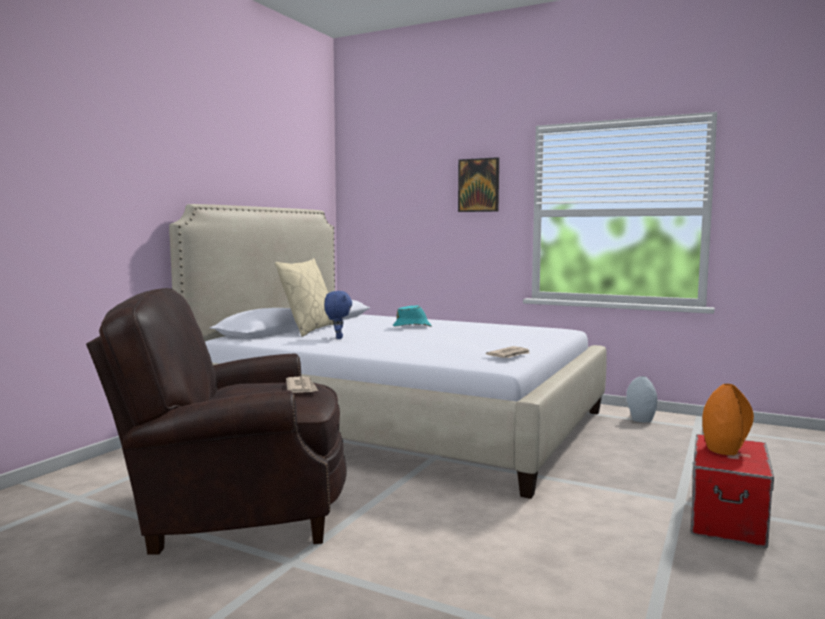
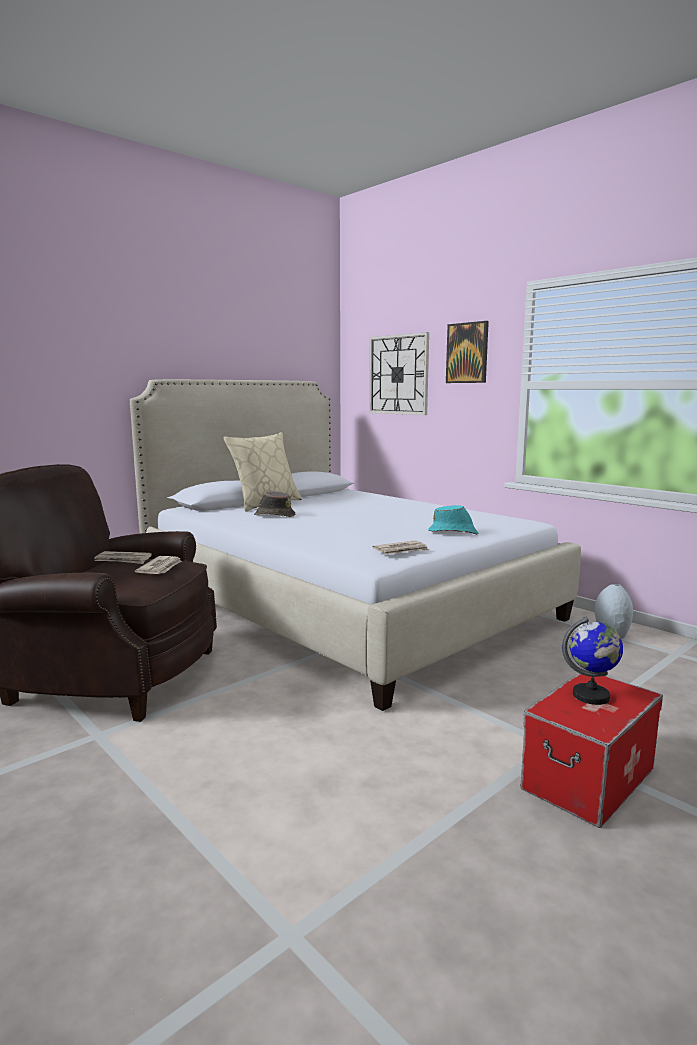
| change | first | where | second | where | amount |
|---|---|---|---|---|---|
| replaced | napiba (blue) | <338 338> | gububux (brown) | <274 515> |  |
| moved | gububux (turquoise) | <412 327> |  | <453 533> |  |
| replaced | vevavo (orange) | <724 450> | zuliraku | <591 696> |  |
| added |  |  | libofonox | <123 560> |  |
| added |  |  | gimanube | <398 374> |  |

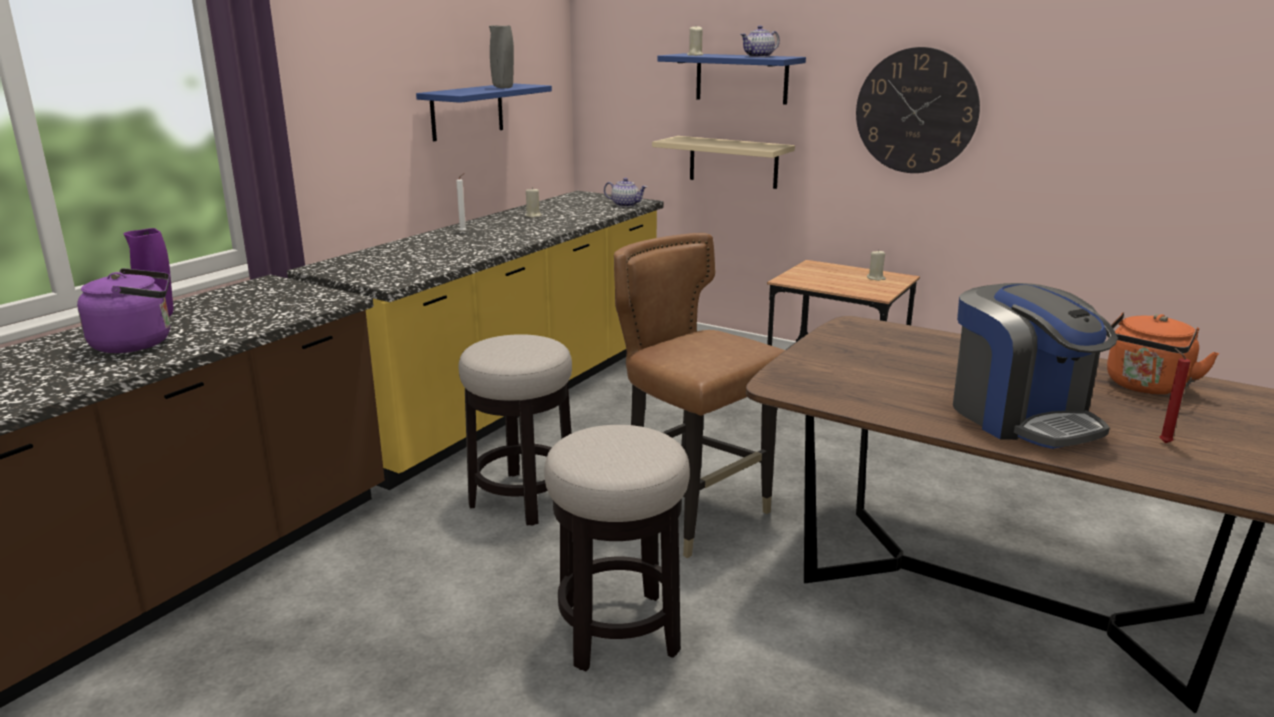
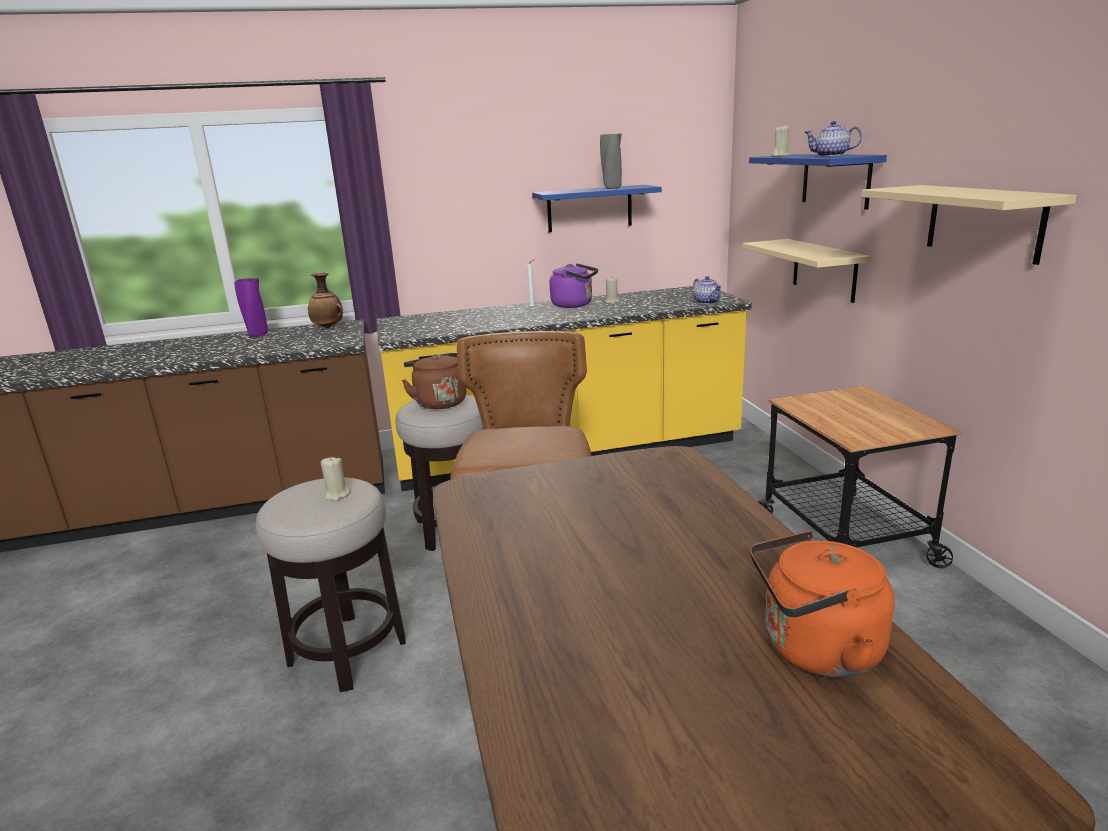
| change | first | where | second | where | amount |
|---|---|---|---|---|---|
| moved | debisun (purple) | <138 343> |  | <574 305> |  |
| replaced | gimanube | <916 111> | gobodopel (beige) | <984 222> |  |
| moved | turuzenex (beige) | <876 278> |  | <337 495> |  |
| removed | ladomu | <1021 417> |  |  |  |
| removed | turuzenex (red) | <1162 442> |  |  |  |
| added |  |  | vevavo | <328 327> |  |
| added |  |  | debisun (brown) | <439 402> |  |

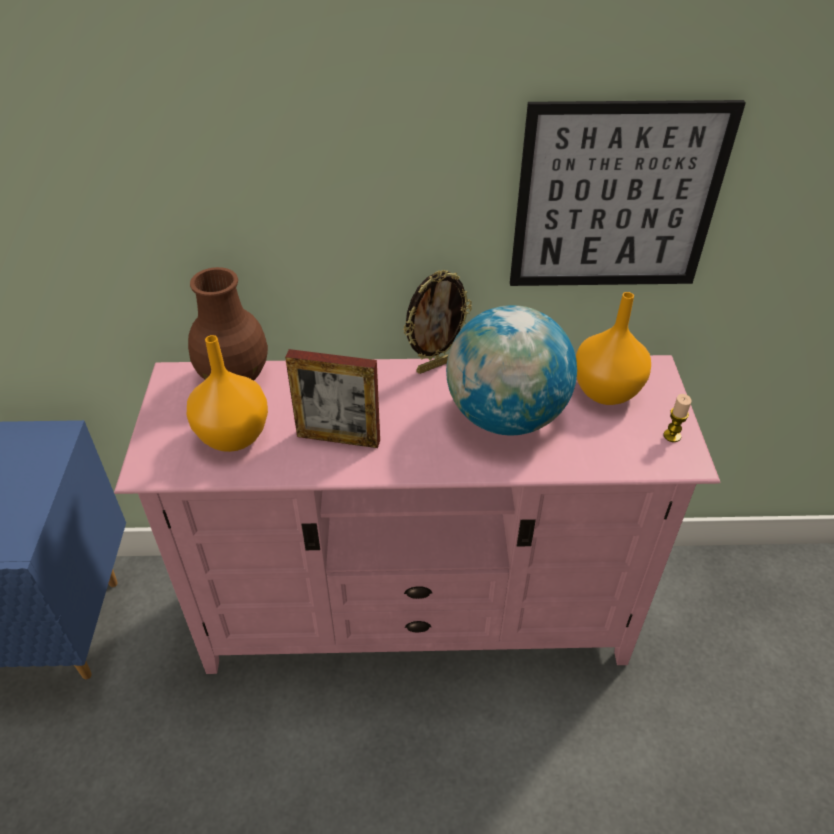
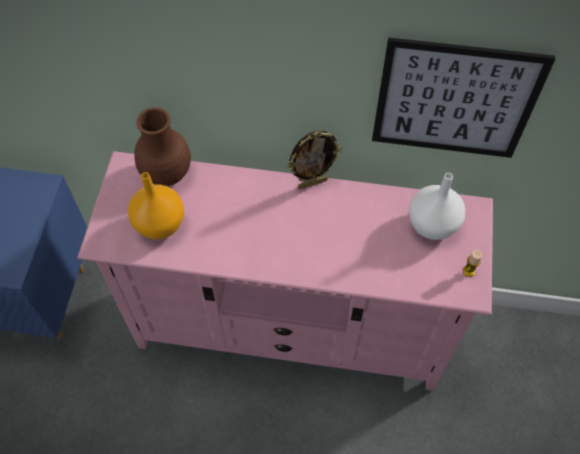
| change | first | where | second | where | amount |
|---|---|---|---|---|---|
| removed | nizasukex | <338 438> |  |  |  |
| removed | zuliraku | <505 416> |  |  |  |
| recoloured | vevavo (orange) | <607 392> | vevavo (white) | <433 226> |  |

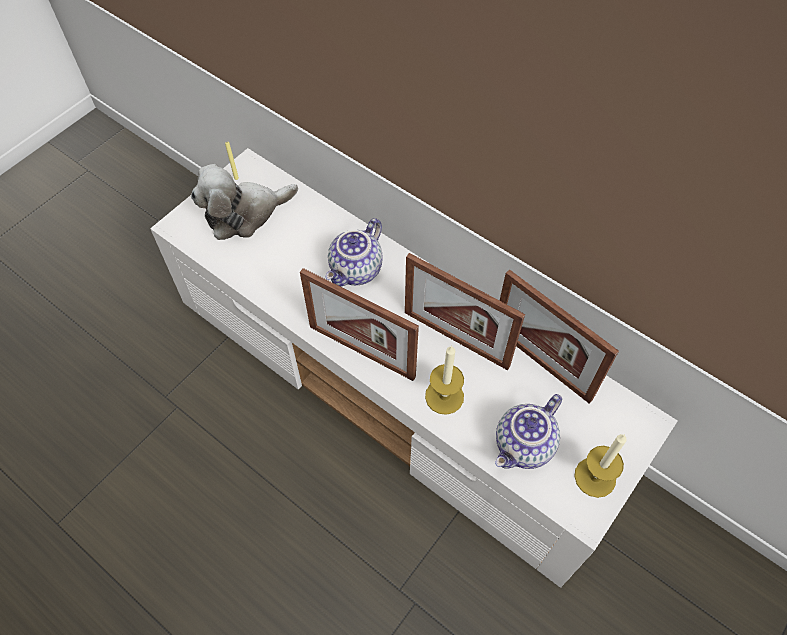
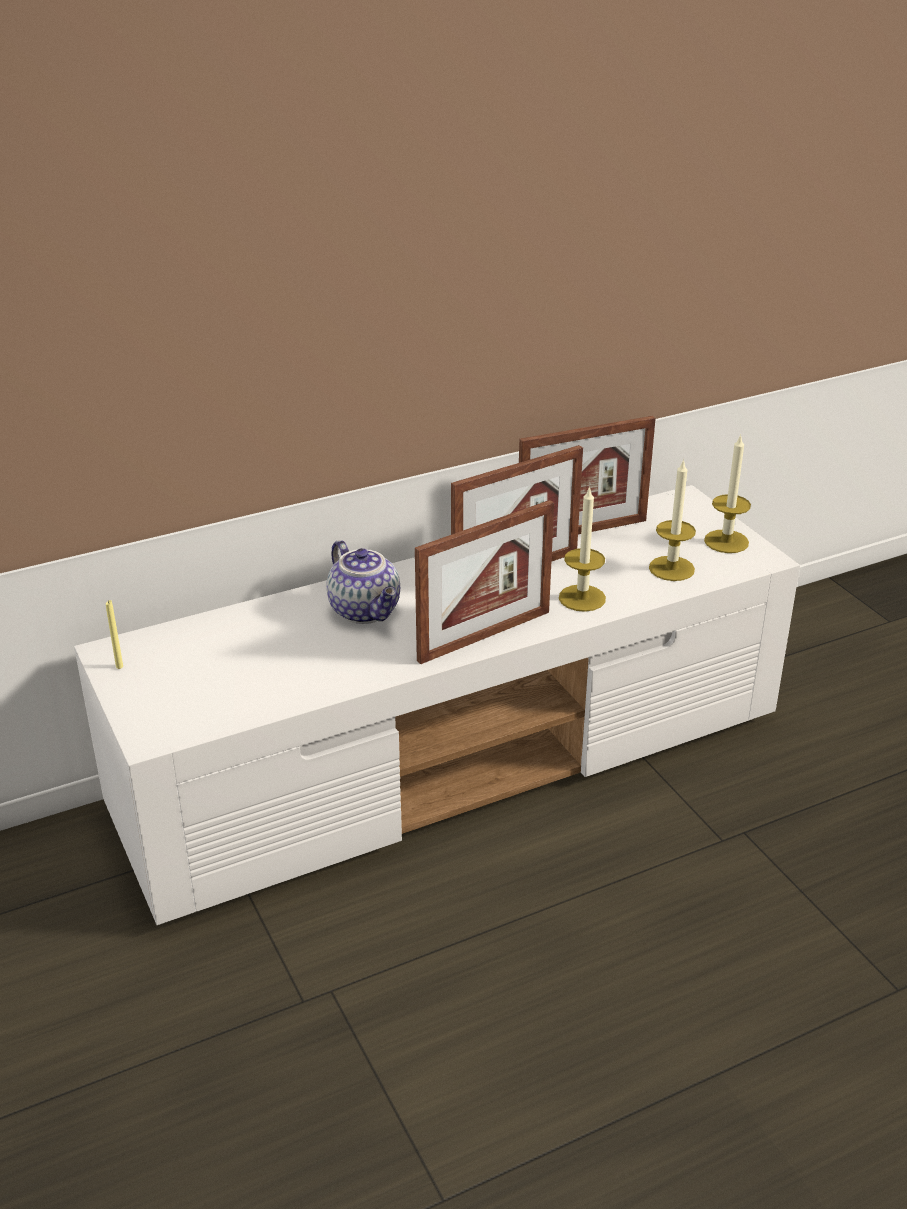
| change | first | where | second | where | amount |
|---|---|---|---|---|---|
| removed | napiba | <244 214> |  |  |  |
| replaced | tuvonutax | <524 446> | turuzenex | <671 568> |  |

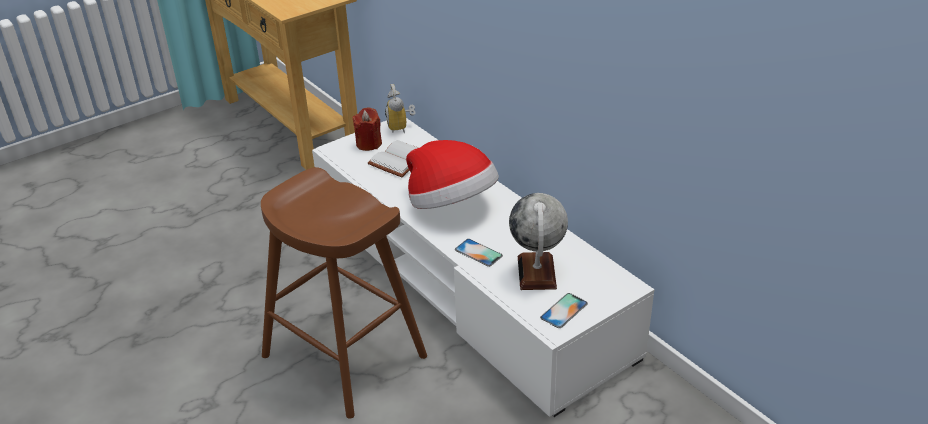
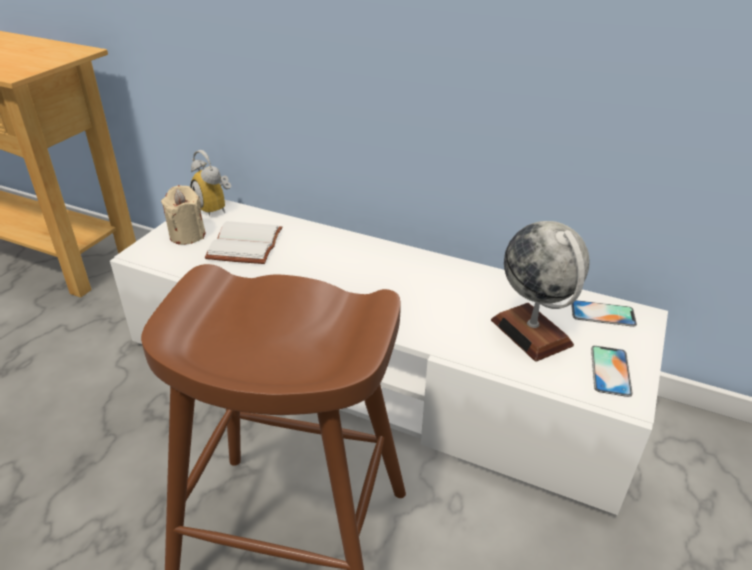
| change | first | where | second | where | amount |
|---|---|---|---|---|---|
| recoloured | turuzenex (red) | <369 144> | turuzenex (beige) | <187 235> |  |
| removed | gububux | <451 205> |  |  |  |
| moved | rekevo | <478 253> |  | <603 313> |  |

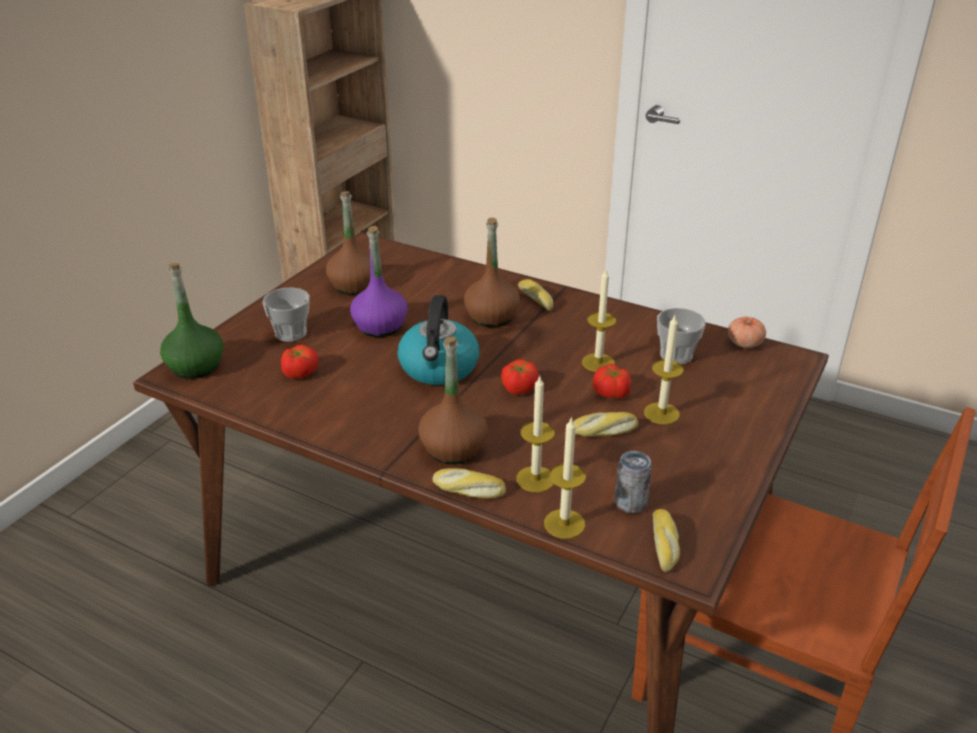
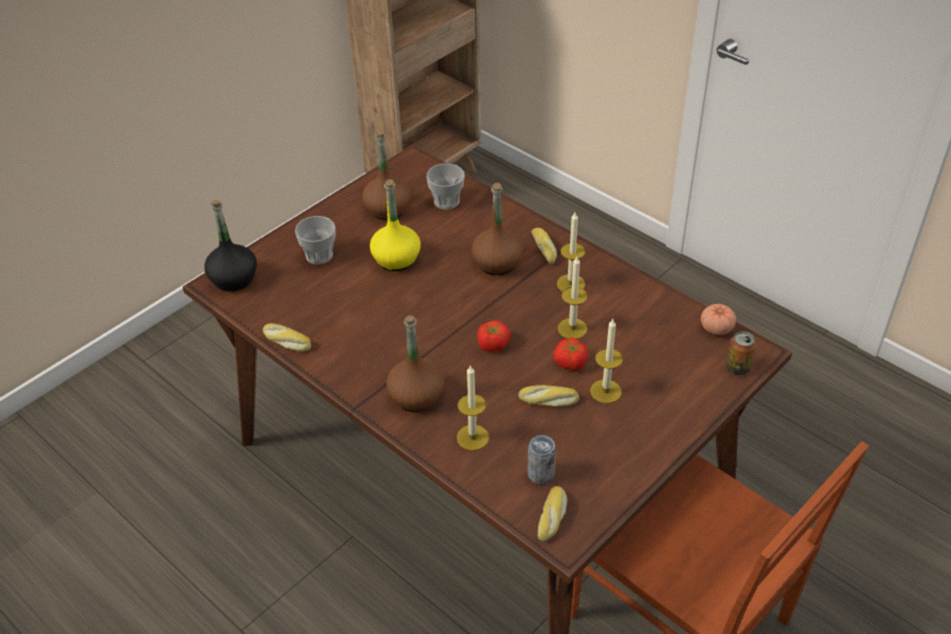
| change | first | where | second | where | amount |
|---|---|---|---|---|---|
| recoloured | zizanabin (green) | <195 366> | zizanabin (black) | <233 279> |  |
| removed | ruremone | <299 372> |  |  |  |
| recoloured | zizanabin (purple) | <380 326> | zizanabin (yellow) | <396 259> |  |
| removed | debisun | <439 368> |  |  |  |
| moved | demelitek | <468 490> |  | <286 342> |  |
| moved | turuzenex | <564 524> |  | <570 284> |  |
| moved | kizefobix | <676 355> |  | <446 201> |  |
| added |  |  | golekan | <738 368> |  |

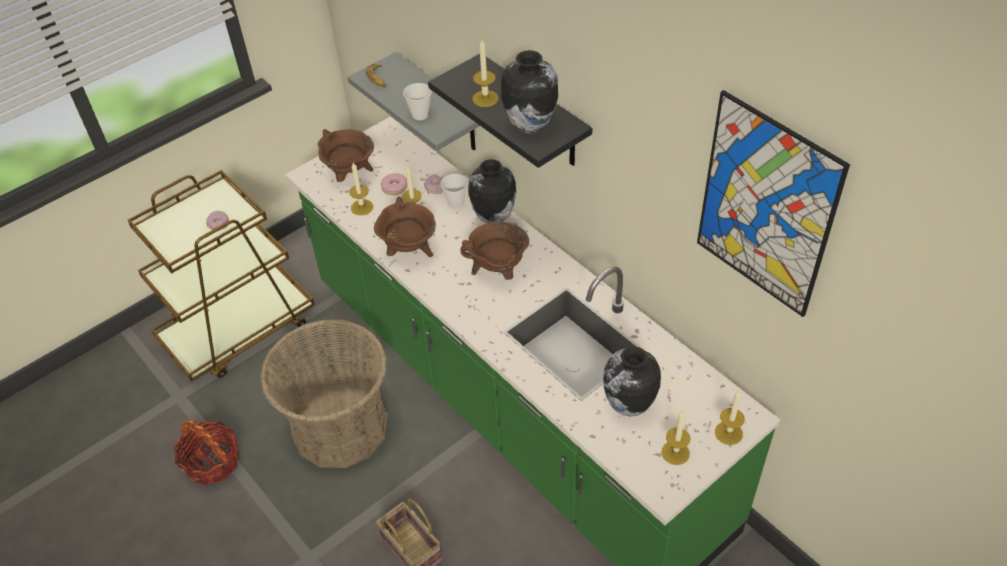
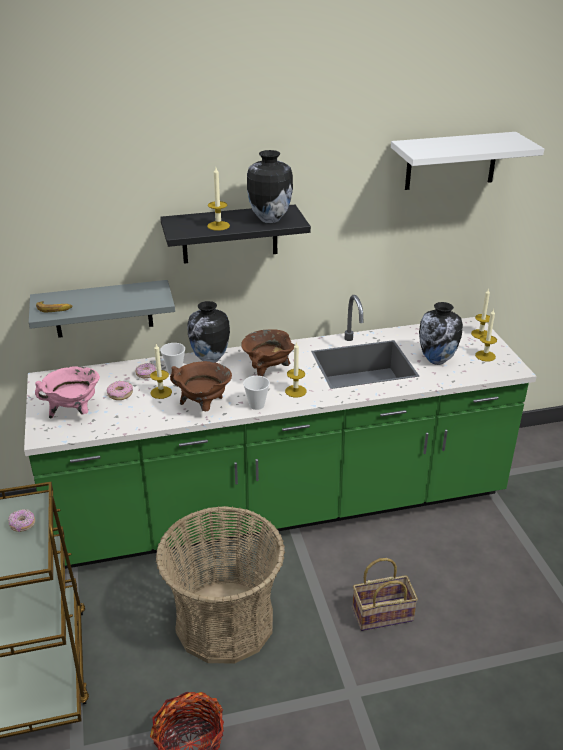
| change | first | where | second | where | amount |
|---|---|---|---|---|---|
| recoloured | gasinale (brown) | <350 174> | gasinale (pink) | <74 412> |  |
| moved | turuzenex | <362 207> |  | <295 391> |  |
| moved | kizefobix | <420 115> |  | <256 405> |  |
| replaced | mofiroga | <766 207> | gobodopel (white) | <451 161> |  |

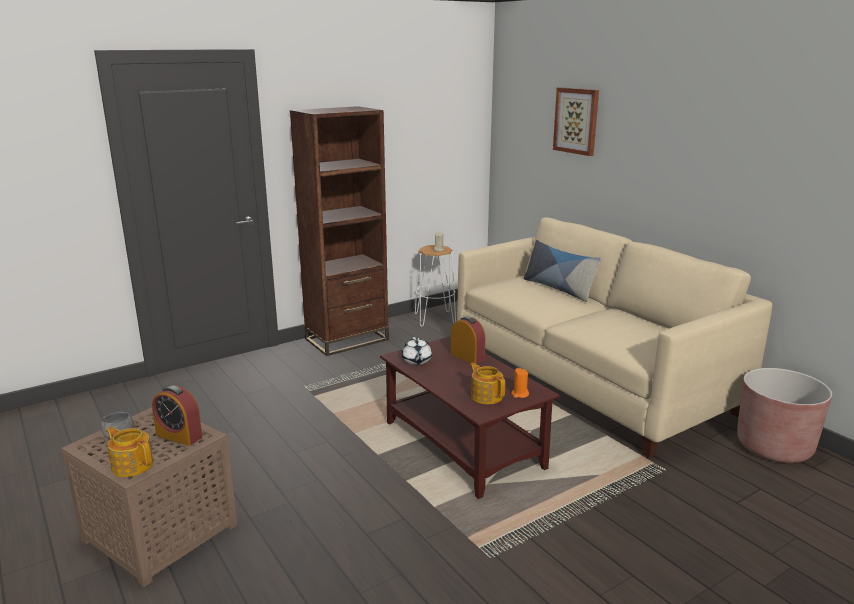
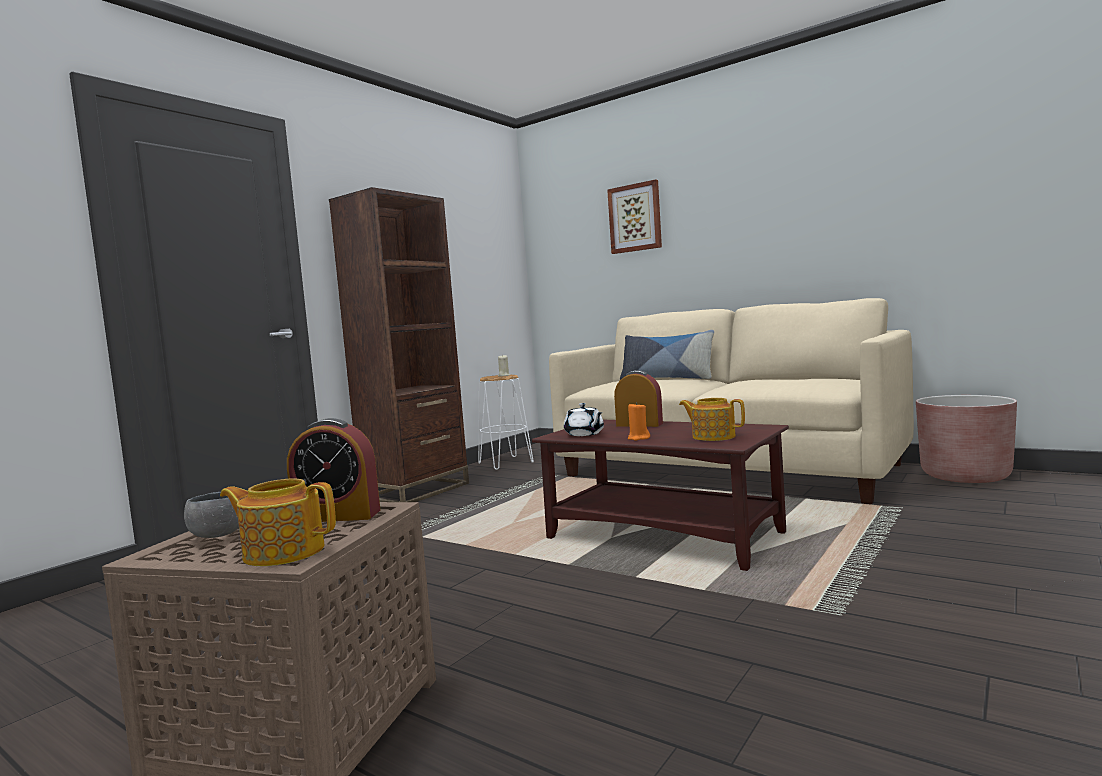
| change | first | where | second | where | amount |
|---|---|---|---|---|---|
| moved | turuzenex (orange) | <519 394> |  | <638 438> |  |

